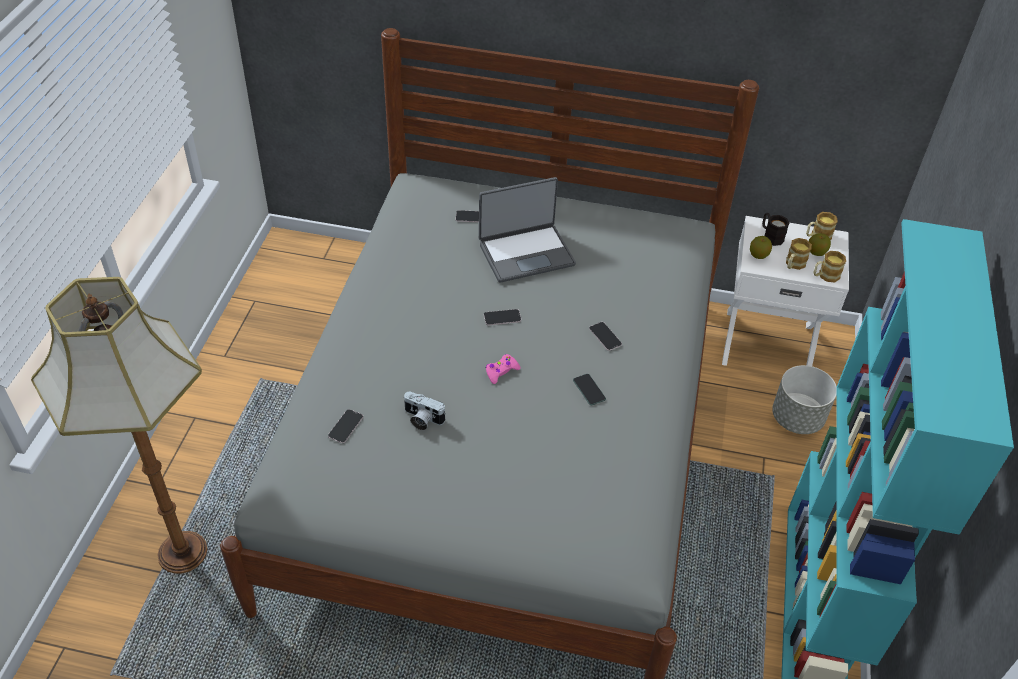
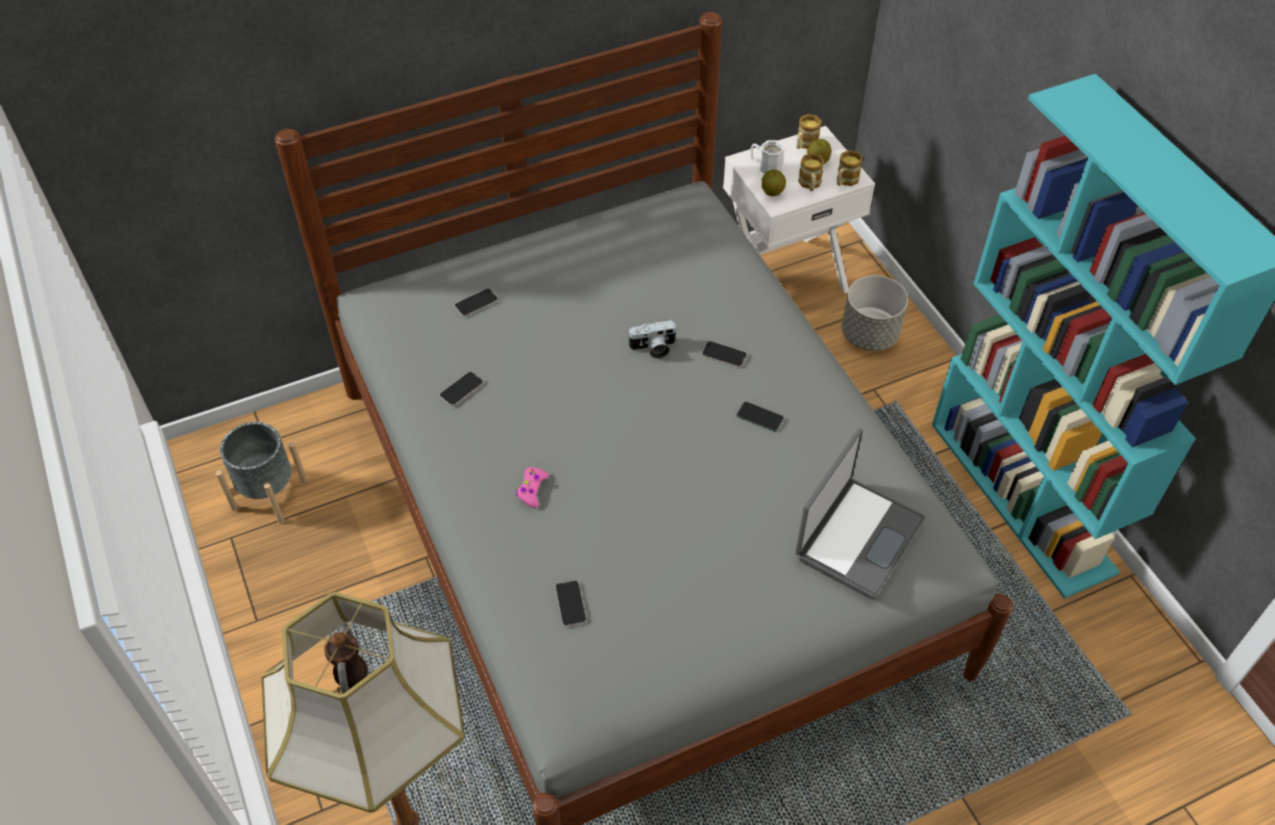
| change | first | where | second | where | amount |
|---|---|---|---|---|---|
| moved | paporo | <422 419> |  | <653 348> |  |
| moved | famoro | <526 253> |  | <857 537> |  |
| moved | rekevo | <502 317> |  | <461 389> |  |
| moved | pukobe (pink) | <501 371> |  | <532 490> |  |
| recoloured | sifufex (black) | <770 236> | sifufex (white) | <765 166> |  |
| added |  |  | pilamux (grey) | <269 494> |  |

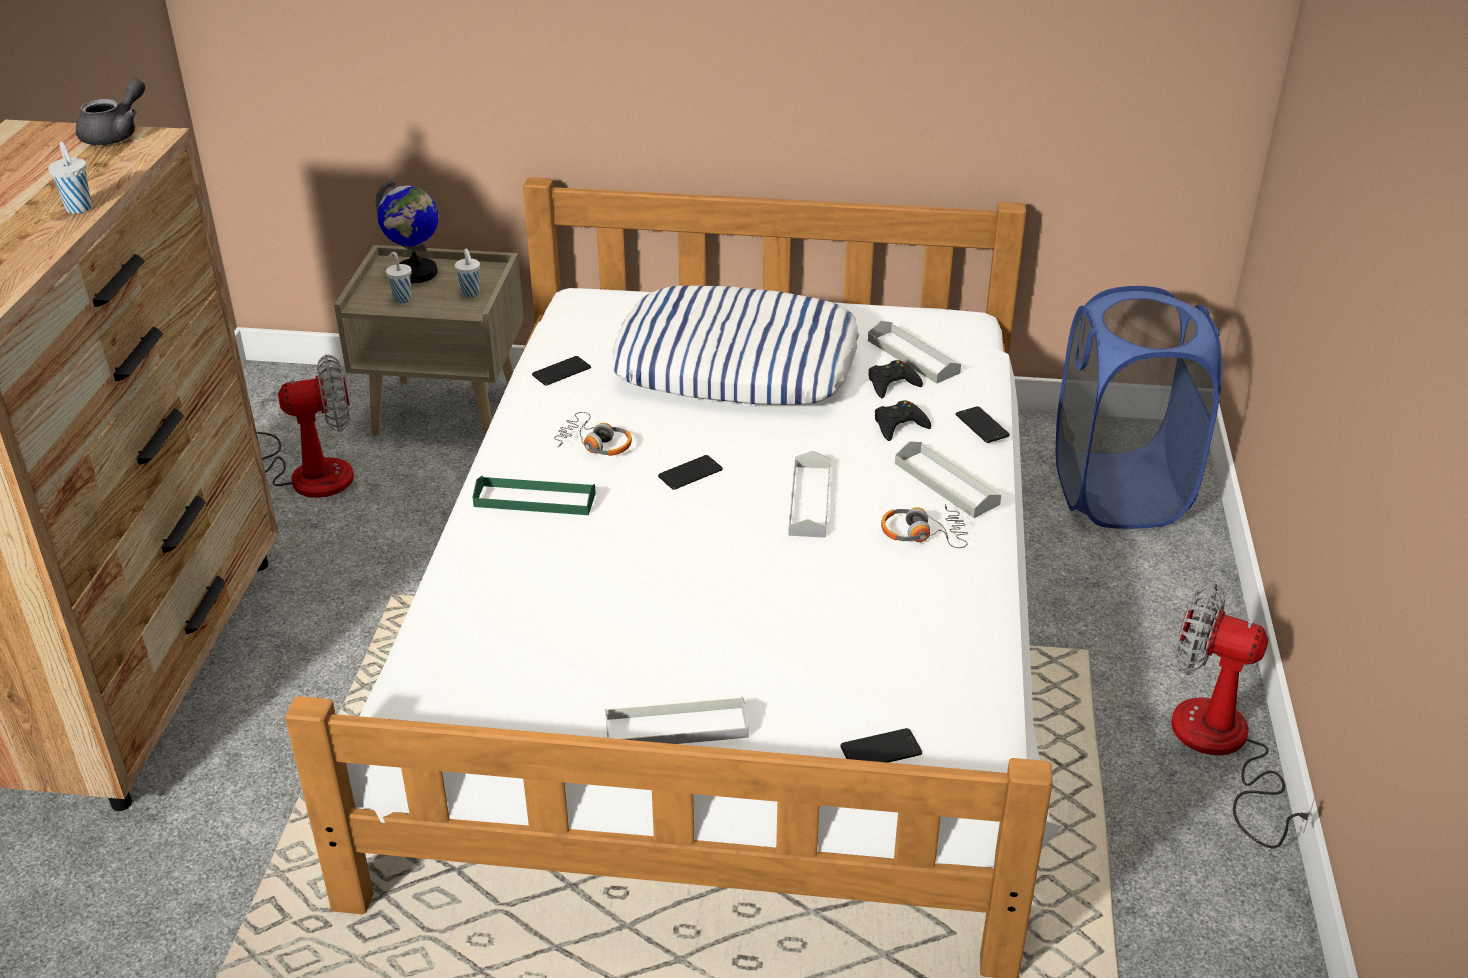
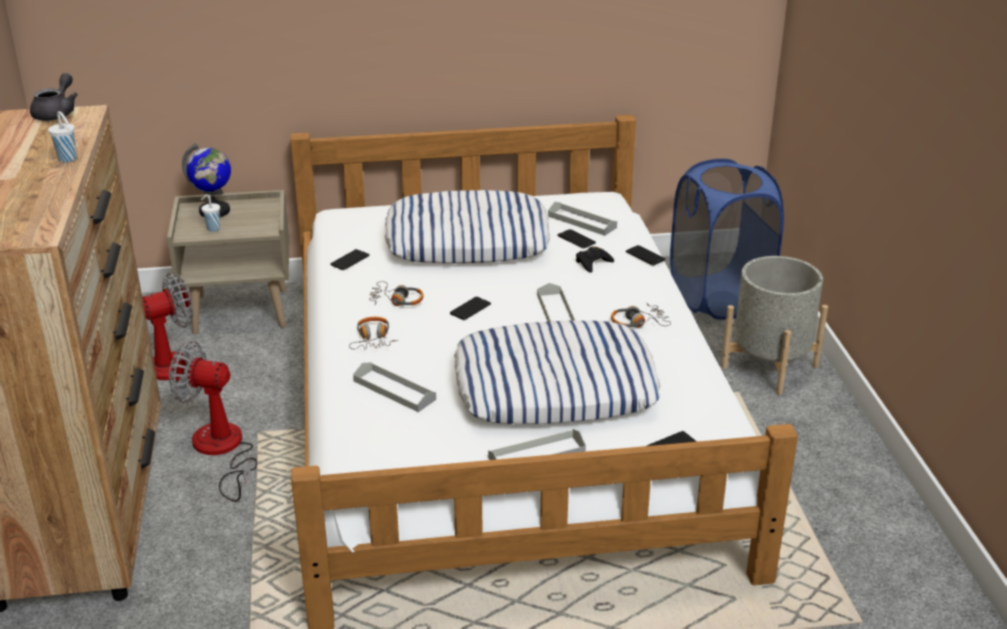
| change | first | where | second | where | amount |
|---|---|---|---|---|---|
| removed | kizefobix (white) | <471 294> |  |  |  |
| replaced | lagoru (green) | <535 500> | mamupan | <373 339> |  |
| replaced | pukobe (black) | <892 384> | rekevo | <576 239> |  |
| moved | lagoru (grey) | <946 484> |  | <394 390> |  |
| moved | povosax | <1221 749> |  | <222 451> |  |
| added |  |  | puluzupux | <555 386> |  |
| added |  |  | pilamux (grey) | <769 366> |  |

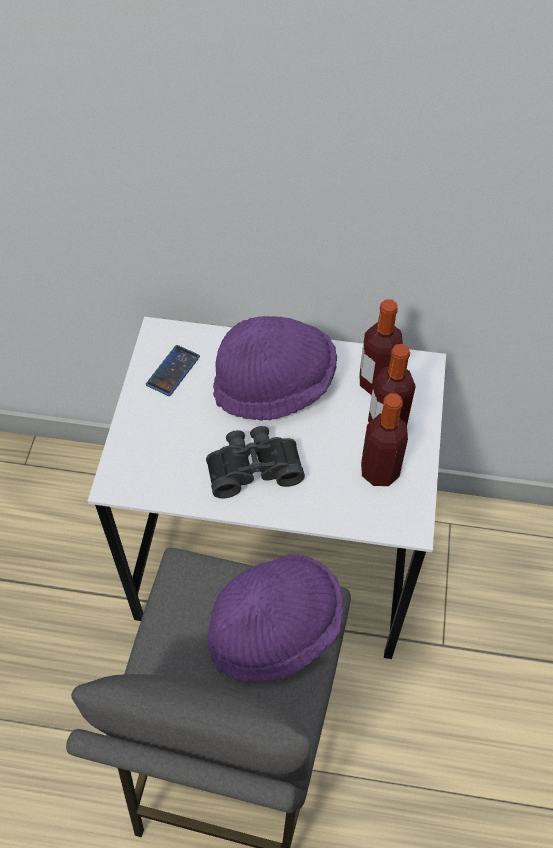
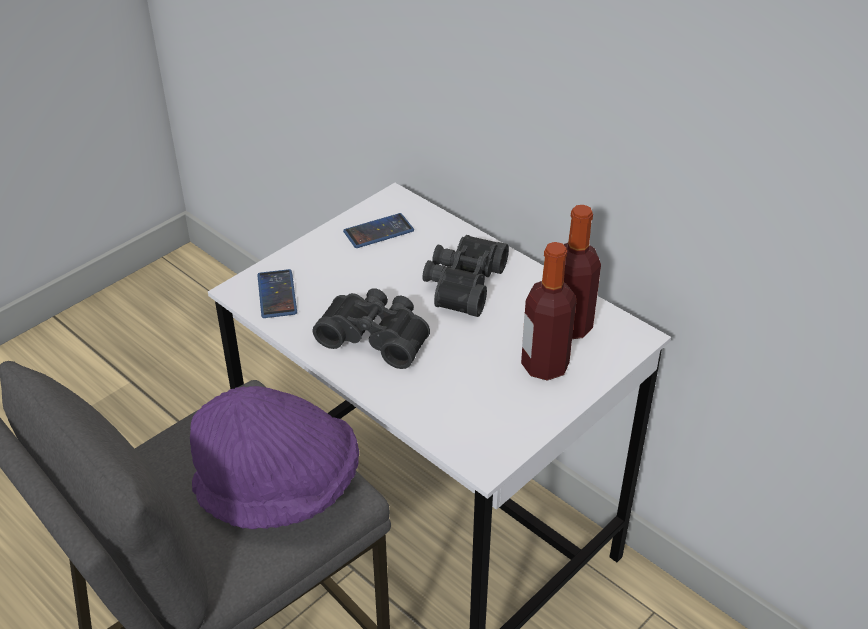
| change | first | where | second | where | amount |
|---|---|---|---|---|---|
| replaced | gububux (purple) | <274 386> | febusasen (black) | <461 284> |  |
| removed | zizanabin | <379 471> |  |  |  |
| added |  |  | rekevo | <277 294> |  |

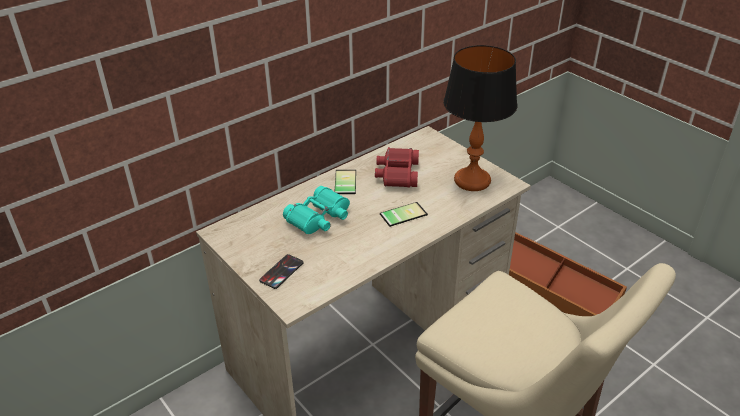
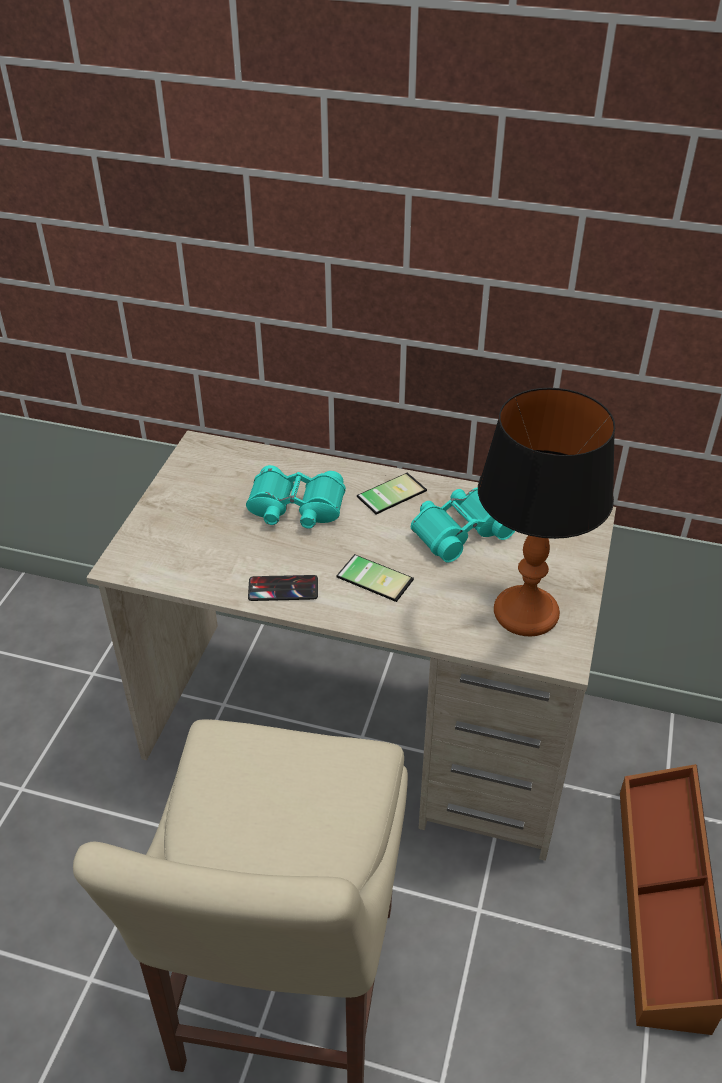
| change | first | where | second | where | amount |
|---|---|---|---|---|---|
| moved | rekevo | <281 271> |  | <283 588> |  |
| recoloured | febusasen (red) | <397 174> | febusasen (turquoise) | <460 531> |  |

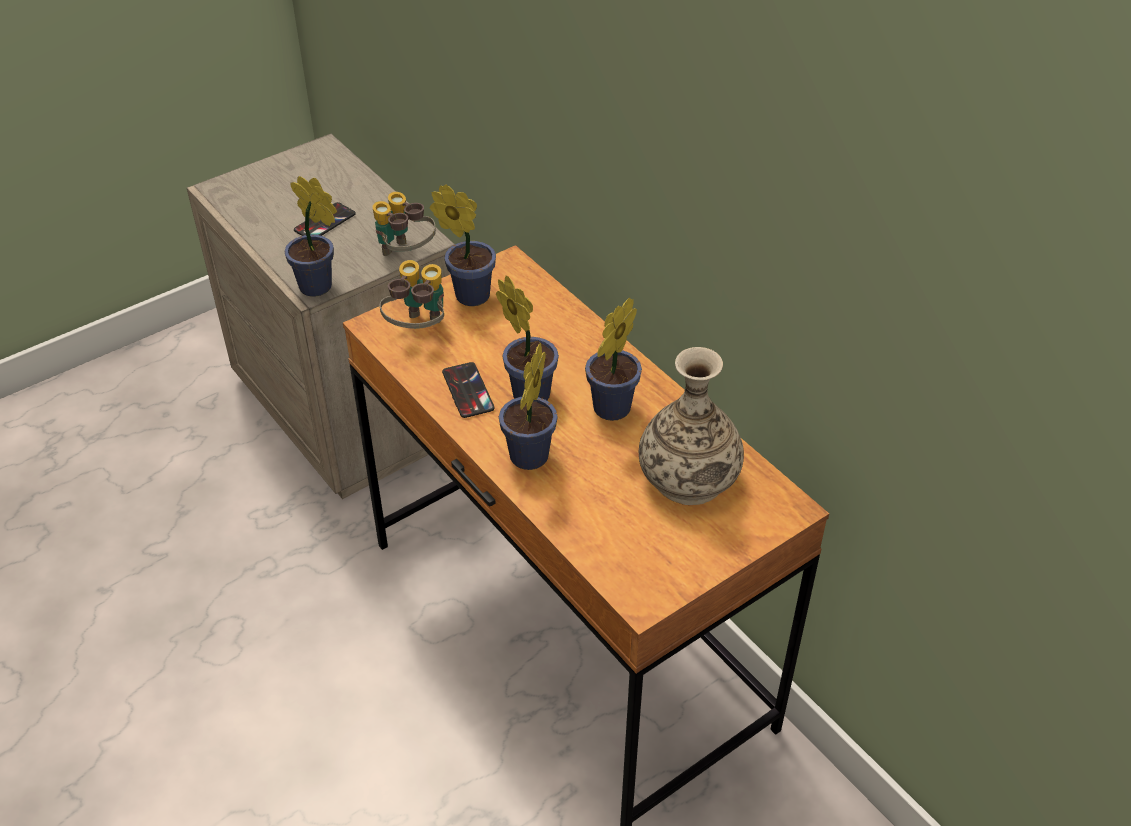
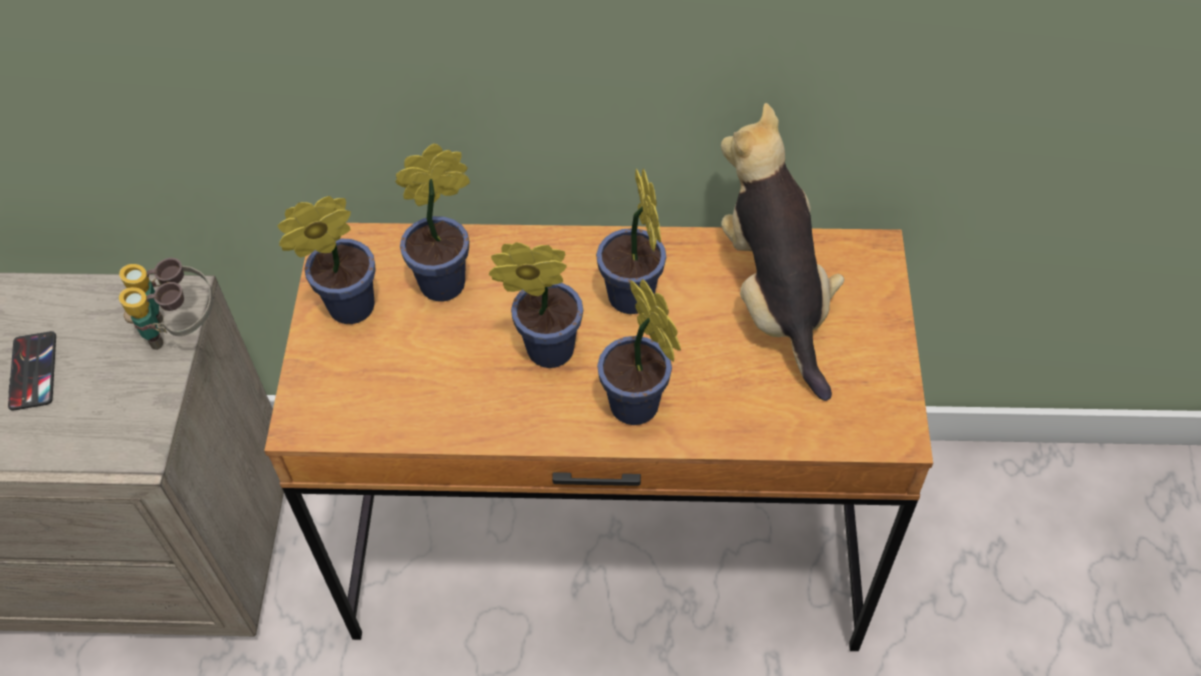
| change | first | where | second | where | amount |
|---|---|---|---|---|---|
| moved | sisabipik | <319 288> |  | <449 282> |  |
| removed | febusasen | <418 329> |  |  |  |
| removed | rekevo | <467 390> |  |  |  |
| replaced | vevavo | <688 478> | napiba | <775 299> |  |

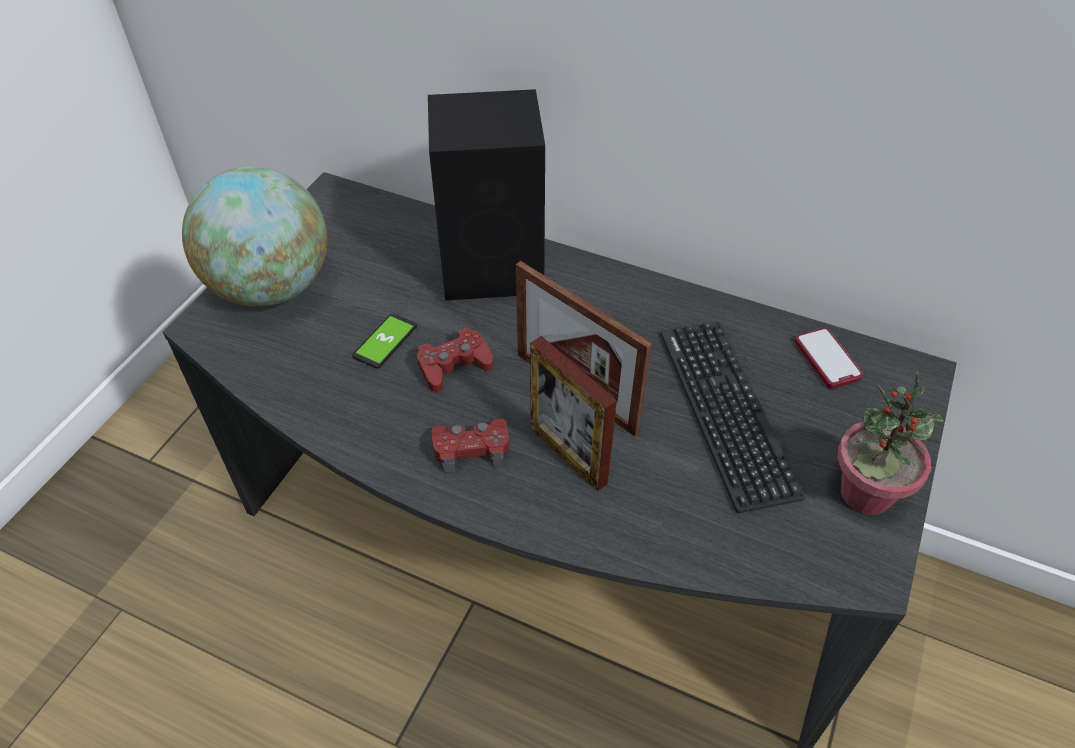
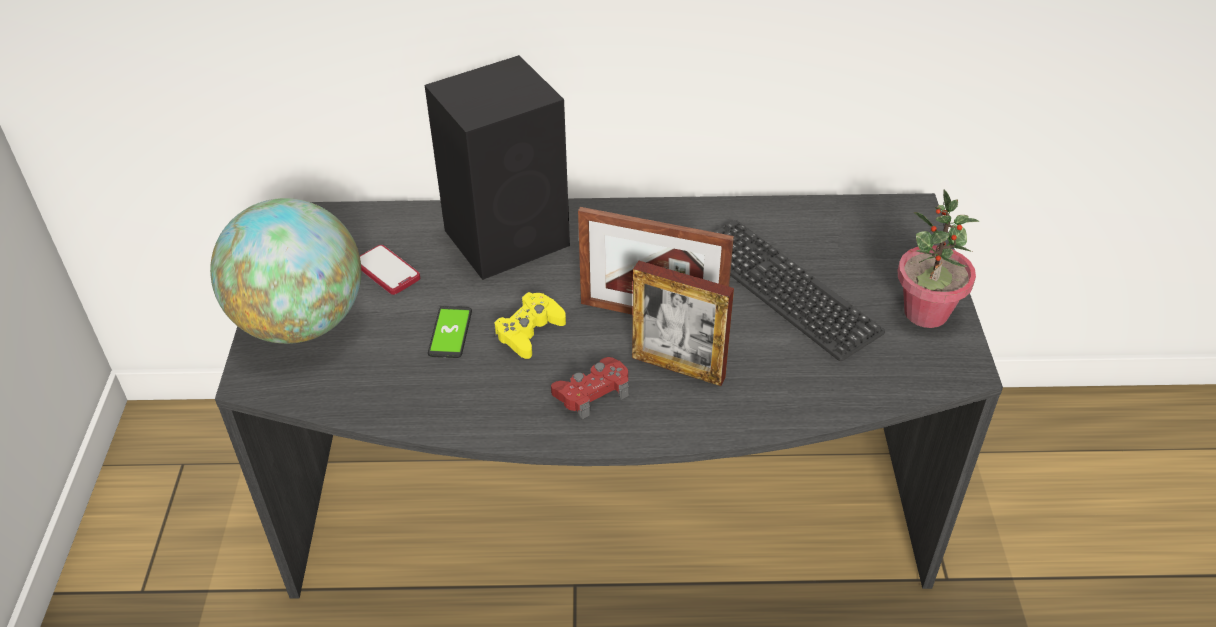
| change | first | where | second | where | amount |
|---|---|---|---|---|---|
| recoloured | pukobe (red) | <454 365> | pukobe (yellow) | <529 331> |  |
| moved | rekevo | <827 360> |  | <387 271> |  |

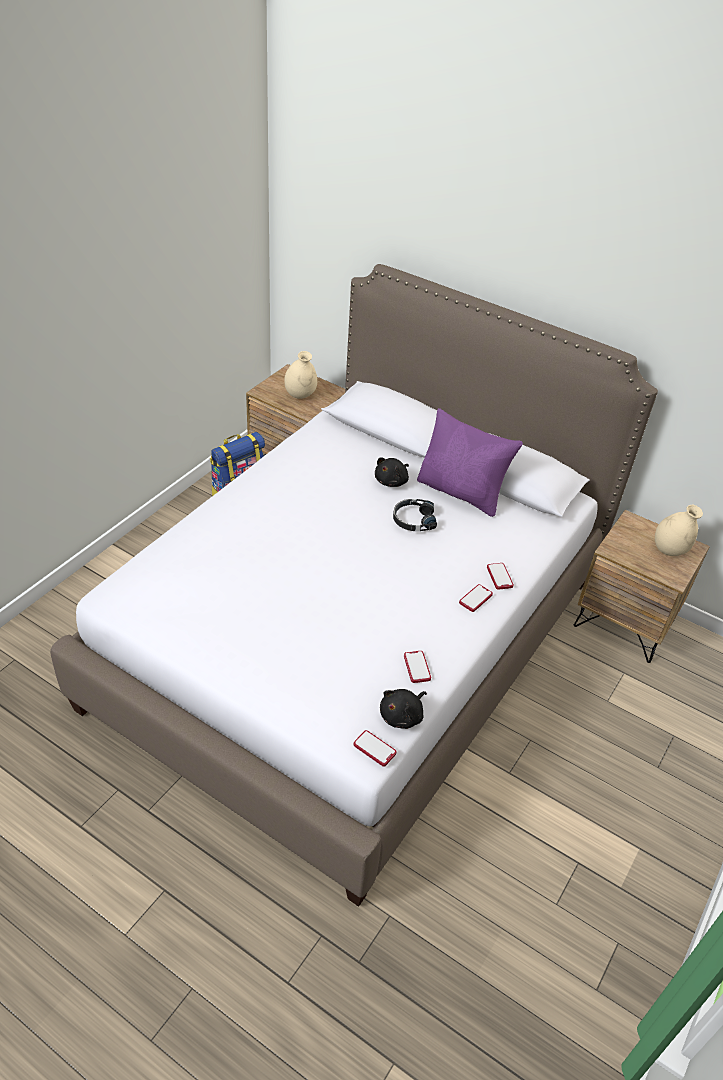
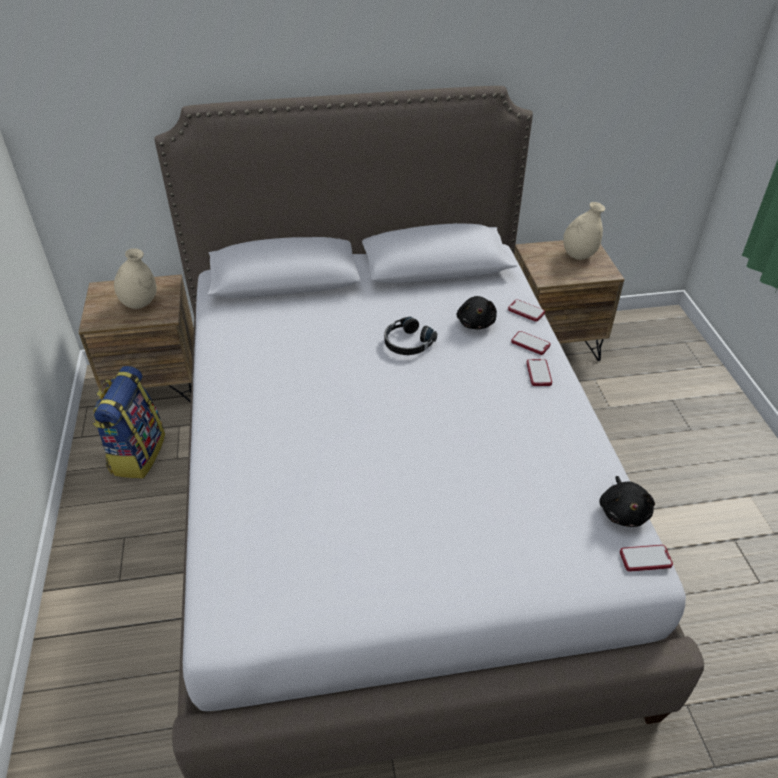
| change | first | where | second | where | amount |
|---|---|---|---|---|---|
| moved | napiba (black) | <392 481> |  | <476 322> |  |
| moved | rekevo | <417 667> |  | <526 311> |  |
| removed | puluzupux (purple) | <461 492> |  |  |  |

